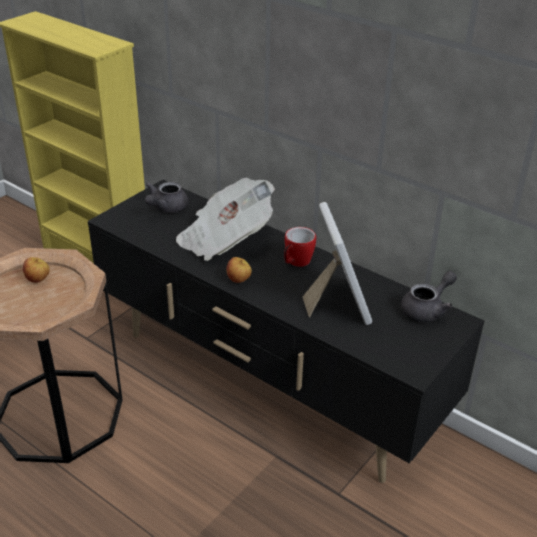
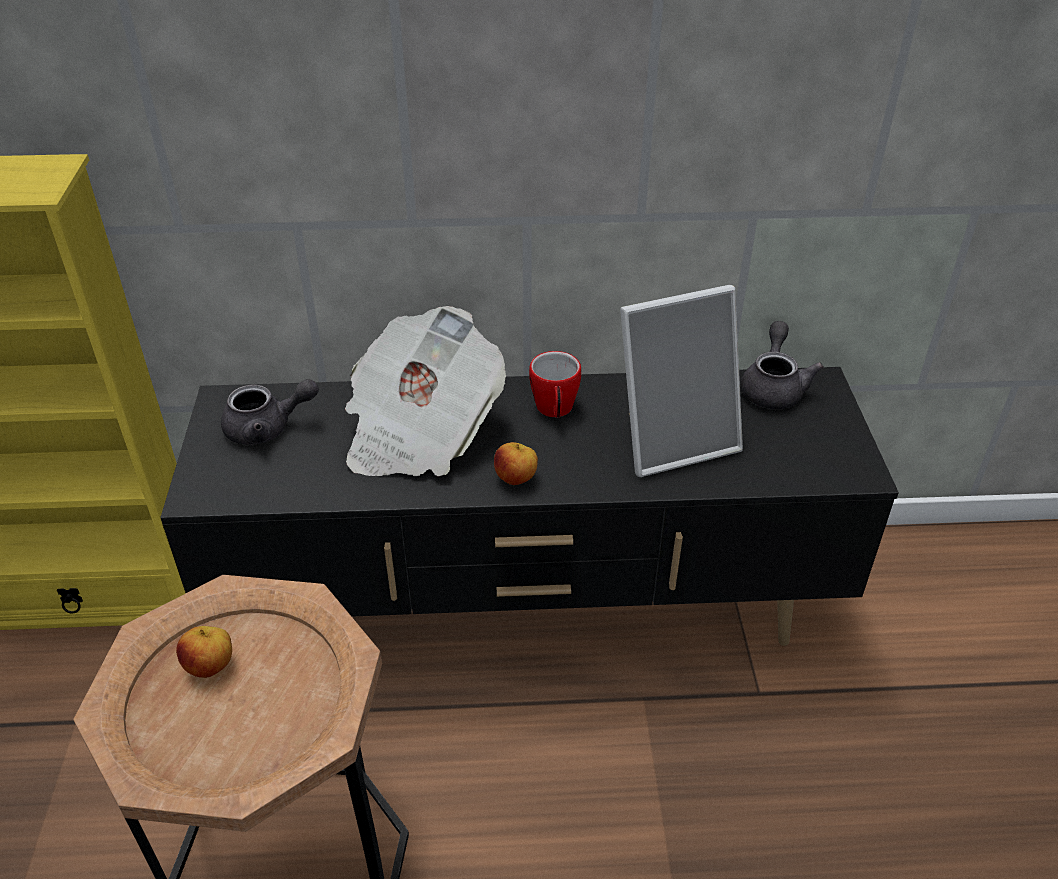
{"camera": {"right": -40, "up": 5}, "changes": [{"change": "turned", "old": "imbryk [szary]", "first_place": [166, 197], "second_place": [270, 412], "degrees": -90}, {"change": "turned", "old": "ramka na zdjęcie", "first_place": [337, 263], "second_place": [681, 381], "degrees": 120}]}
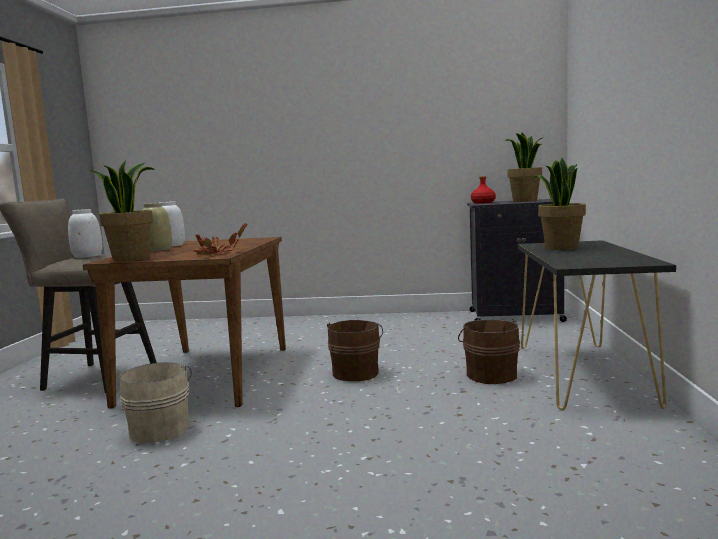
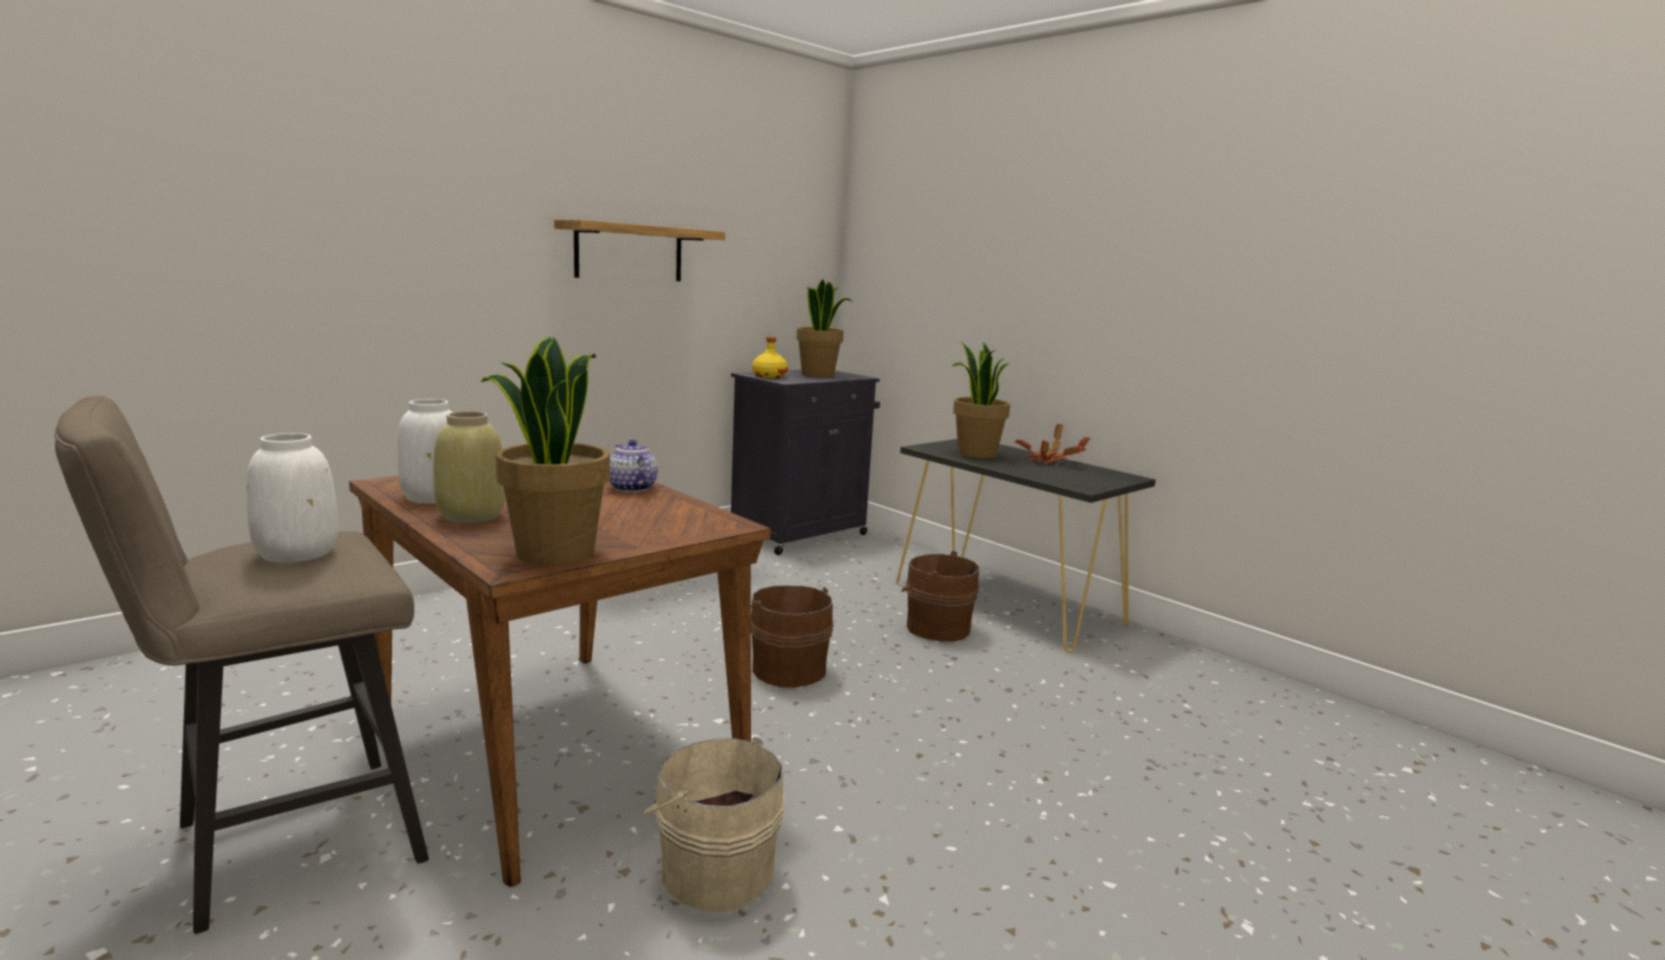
{"camera": {"right": -50, "up": 5}, "changes": [{"change": "added", "new": "półka", "second_place": [639, 250]}, {"change": "added", "new": "imbryk", "second_place": [633, 466]}, {"change": "moved", "old": "roślina doniczkowa", "first_place": [220, 239], "second_place": [1052, 444]}, {"change": "recoloured", "old": "butelka [czerwony]", "new": "butelka [żółty]", "first_place": [483, 190], "second_place": [770, 357]}]}
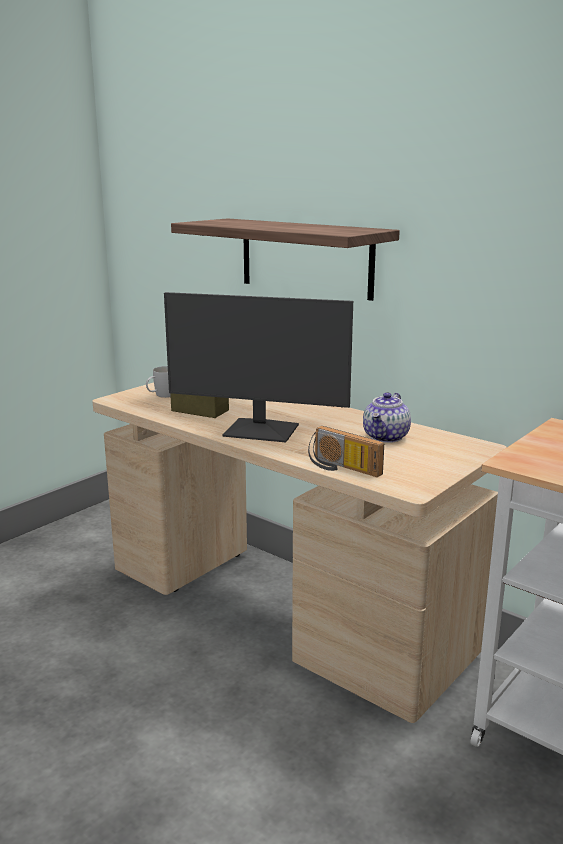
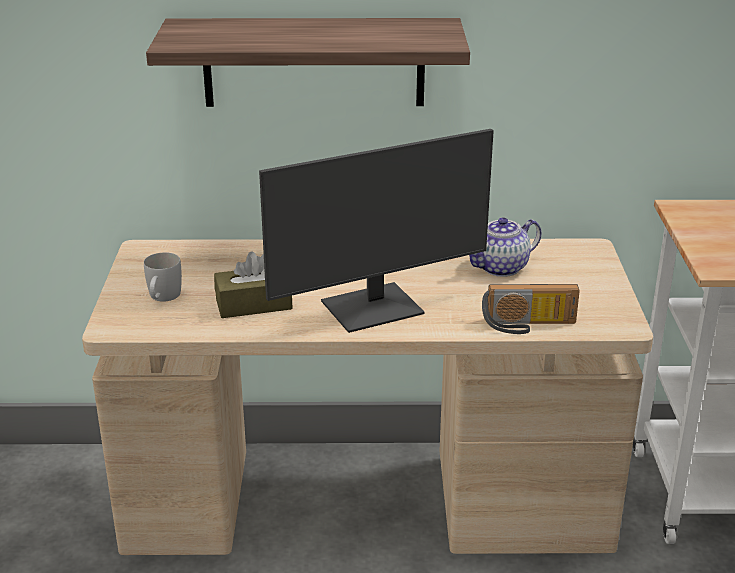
{"camera": {"right": -40, "up": 10}, "changes": [{"change": "turned", "old": "imbryk", "first_place": [387, 417], "second_place": [505, 247], "degrees": 75}]}
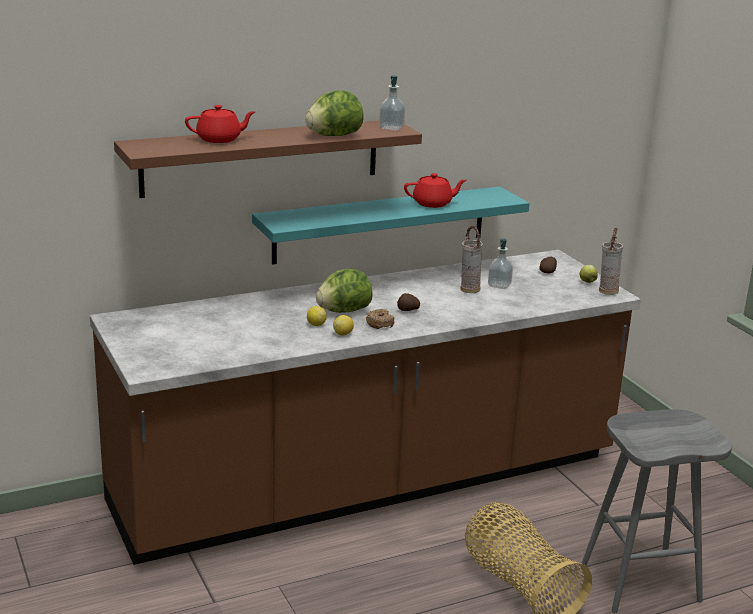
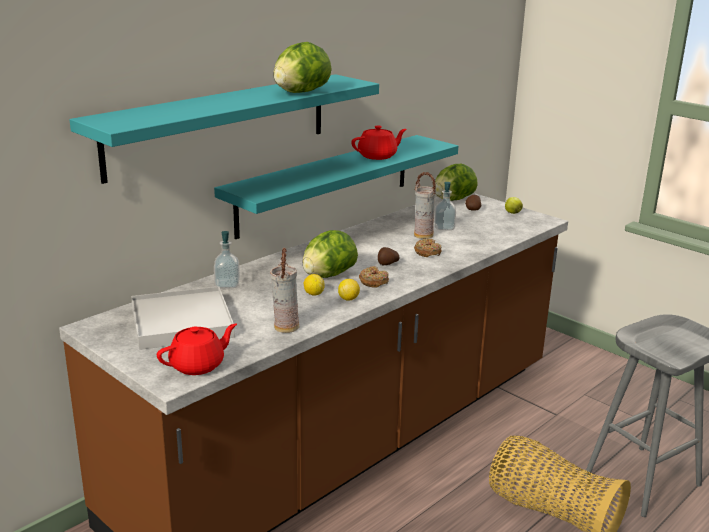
{"camera": {"right": -20, "up": 0}, "changes": [{"change": "added", "new": "taca [biały]", "second_place": [183, 318]}, {"change": "added", "new": "donut", "second_place": [427, 248]}, {"change": "added", "new": "sałata", "second_place": [456, 182]}, {"change": "moved", "old": "imbryk [czerwony]", "first_place": [220, 124], "second_place": [197, 349]}, {"change": "moved", "old": "dozownik mydła", "first_place": [392, 103], "second_place": [227, 259]}, {"change": "moved", "old": "wazon", "first_place": [611, 261], "second_place": [284, 290]}, {"change": "recoloured", "old": "półka [brązowy]", "new": "półka [turkusowy]", "first_place": [268, 159], "second_place": [224, 129]}]}
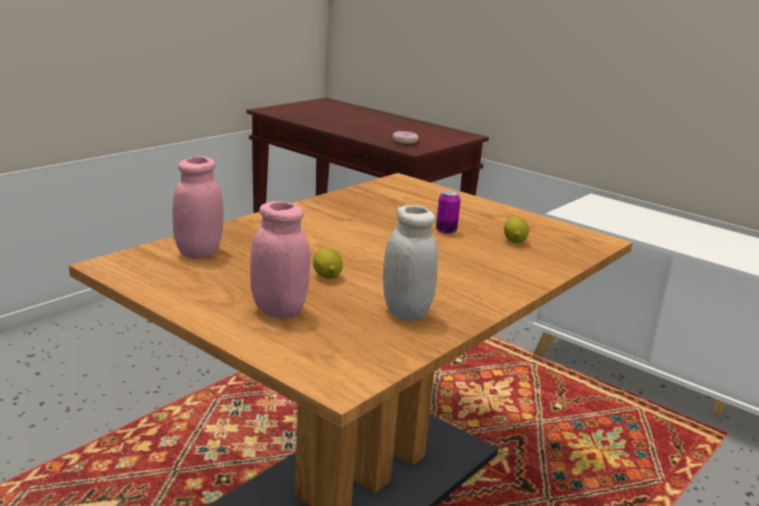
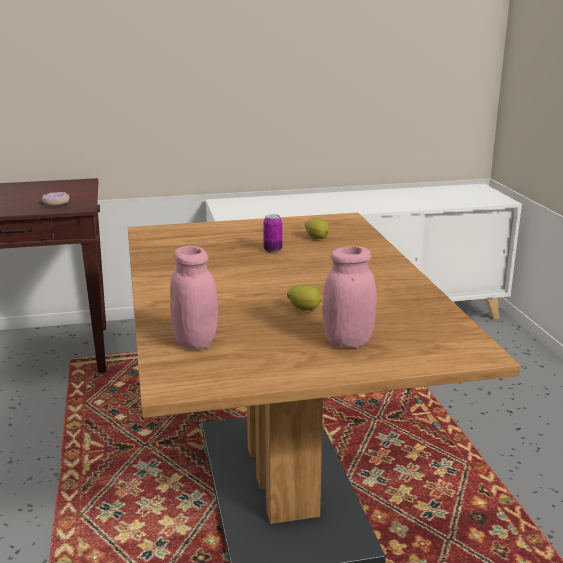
{"camera": {"right": -50, "up": 0}, "changes": [{"change": "removed", "old": "słoik [biały]", "first_place": [410, 263]}]}
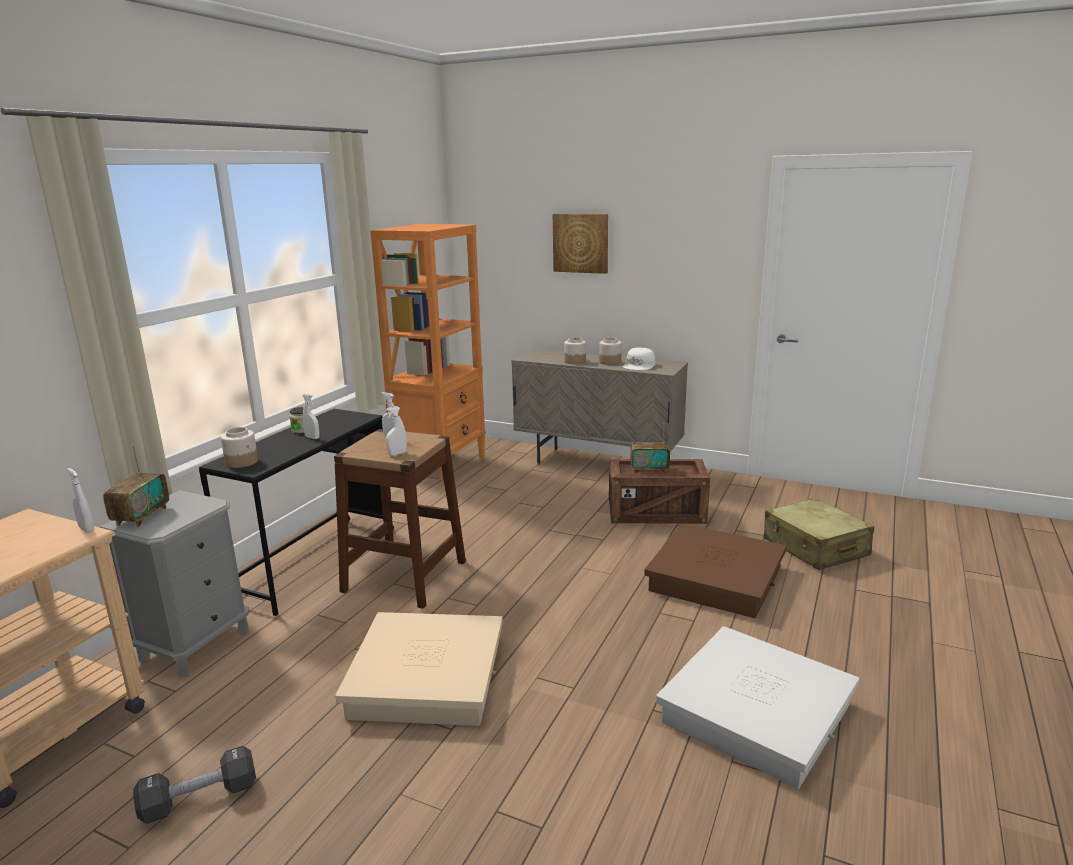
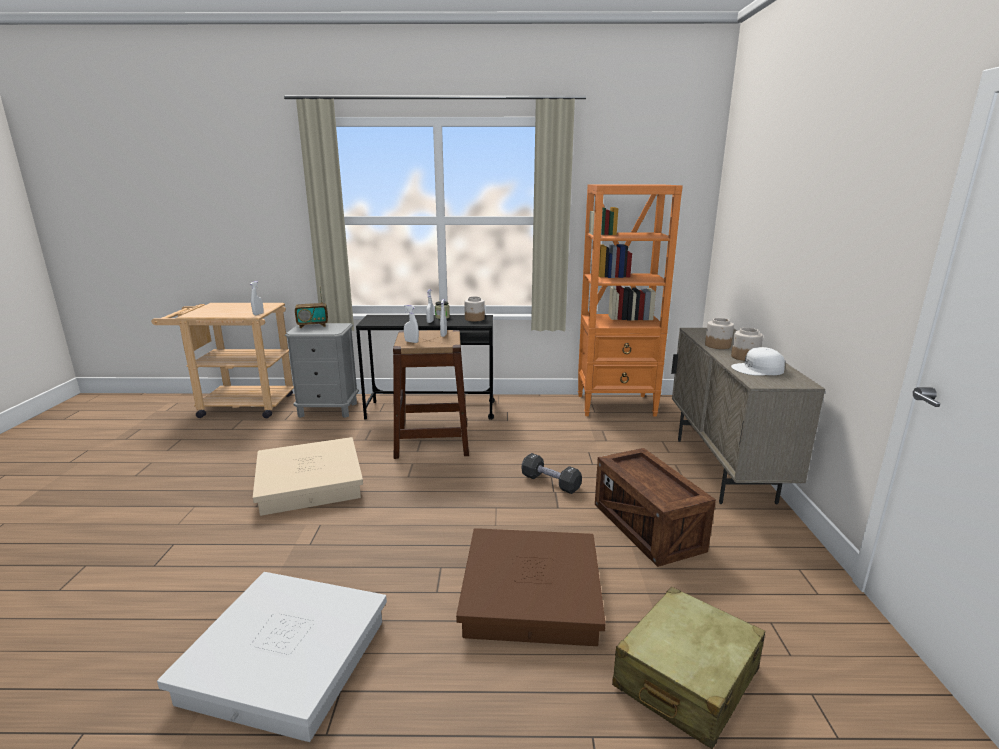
{"camera": {"right": 65, "up": 0}, "changes": [{"change": "removed", "old": "obraz", "first_place": [580, 244]}, {"change": "removed", "old": "radio", "first_place": [650, 448]}, {"change": "moved", "old": "hantel [czarny]", "first_place": [194, 785], "second_place": [552, 473]}, {"change": "moved", "old": "słoik", "first_place": [239, 447], "second_place": [474, 309]}]}
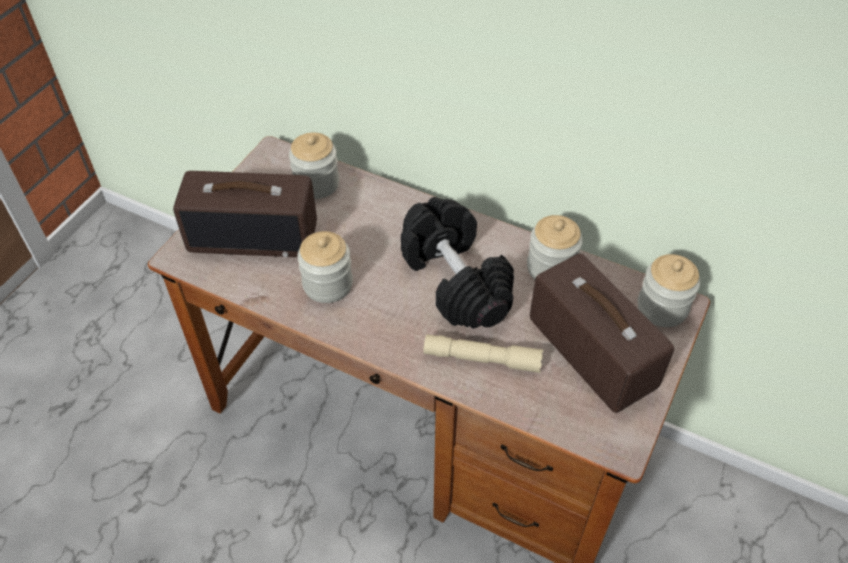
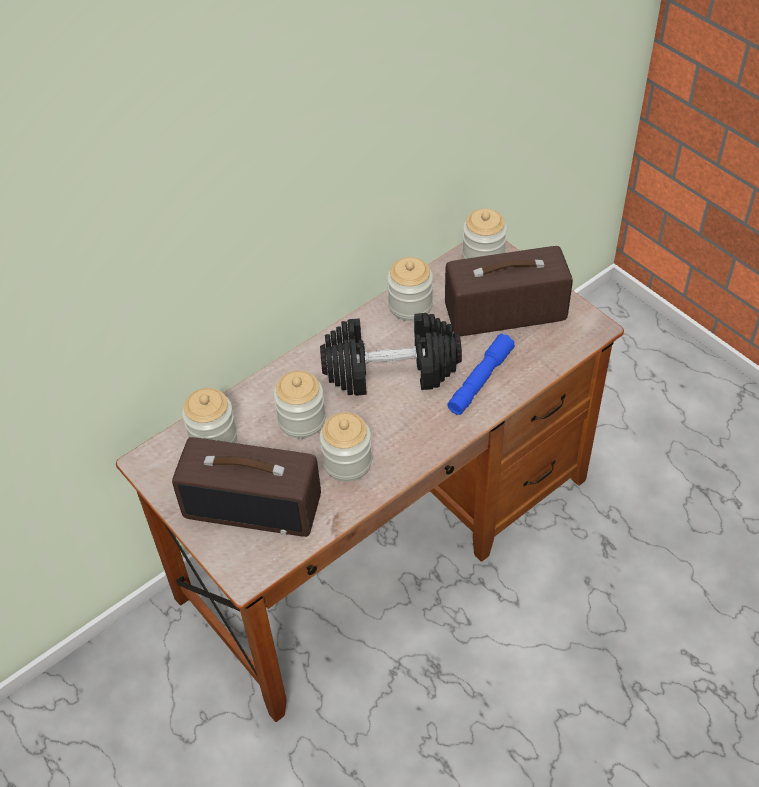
{"camera": {"right": -65, "up": 0}, "changes": [{"change": "added", "new": "słoik", "second_place": [300, 404]}, {"change": "recoloured", "old": "latarka [beżowy]", "new": "latarka [niebieski]", "first_place": [483, 353], "second_place": [481, 374]}, {"change": "turned", "old": "radio", "first_place": [245, 214], "second_place": [246, 487], "degrees": 75}]}
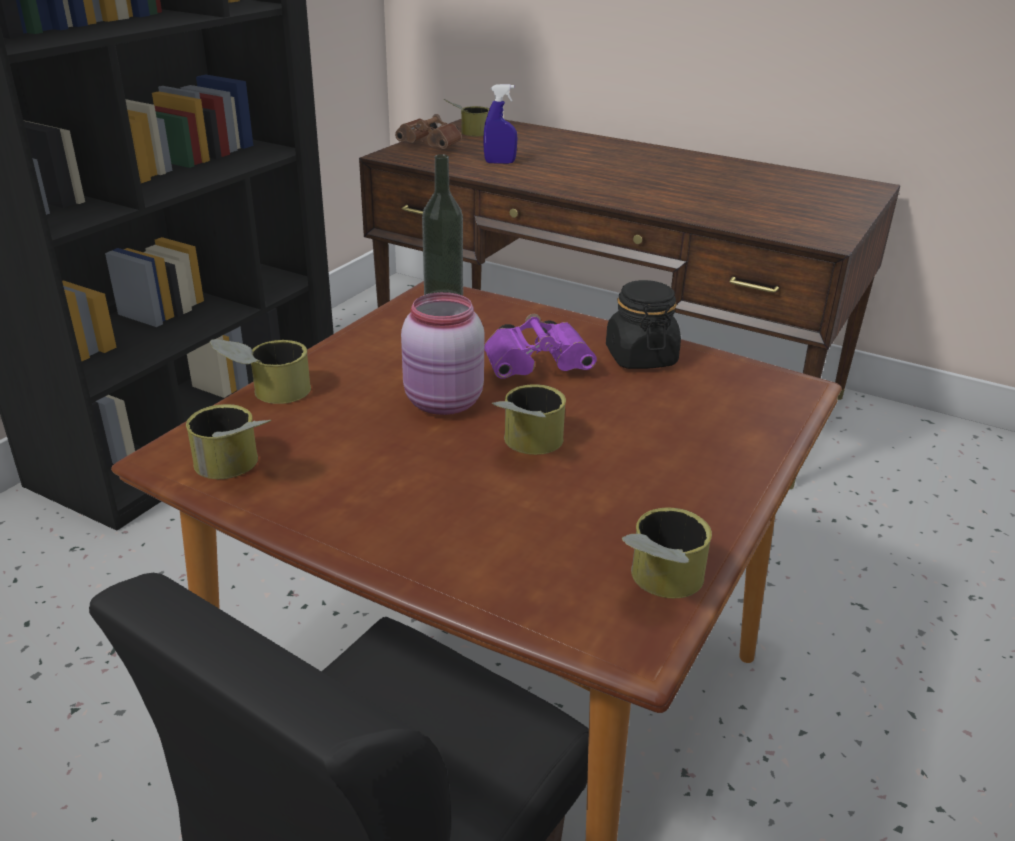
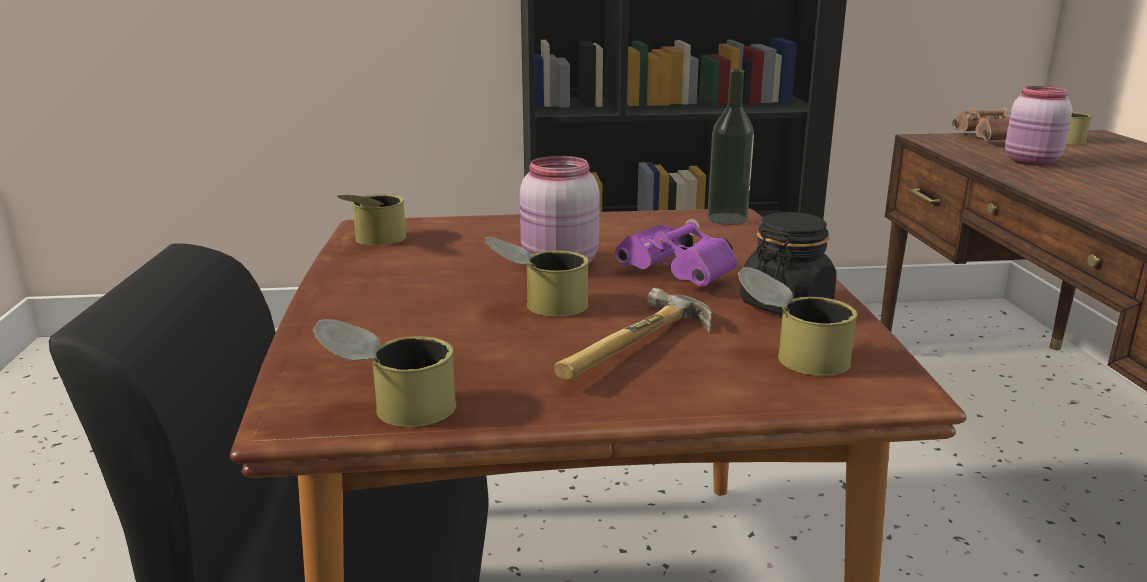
{"camera": {"right": 55, "up": -10}, "changes": [{"change": "added", "new": "młotek", "second_place": [633, 334]}, {"change": "moved", "old": "puszka", "first_place": [260, 371], "second_place": [797, 321]}, {"change": "replaced", "old": "spryskiwacz [niebieski]", "new": "słoik [różowy]", "first_place": [500, 124], "second_place": [1038, 126]}]}
